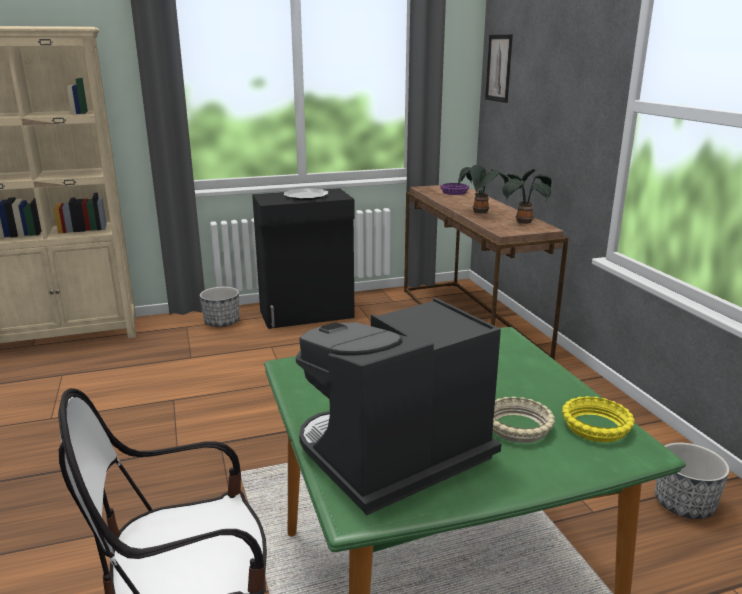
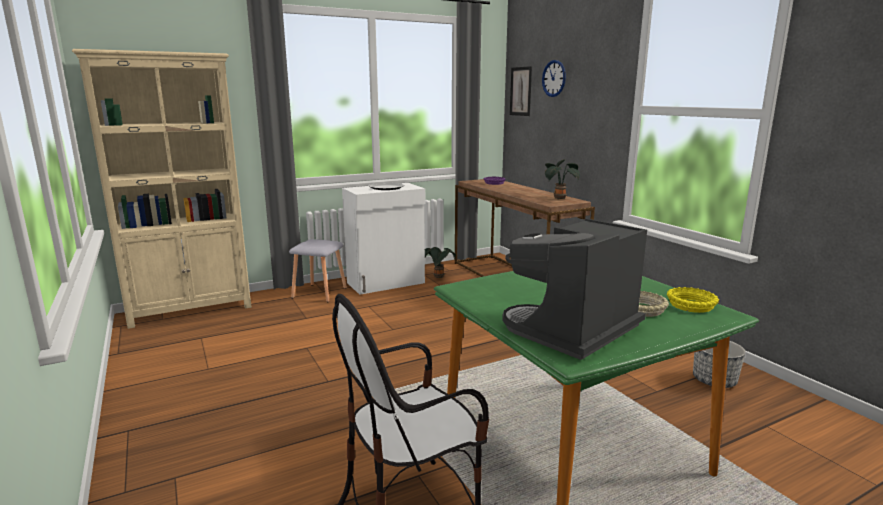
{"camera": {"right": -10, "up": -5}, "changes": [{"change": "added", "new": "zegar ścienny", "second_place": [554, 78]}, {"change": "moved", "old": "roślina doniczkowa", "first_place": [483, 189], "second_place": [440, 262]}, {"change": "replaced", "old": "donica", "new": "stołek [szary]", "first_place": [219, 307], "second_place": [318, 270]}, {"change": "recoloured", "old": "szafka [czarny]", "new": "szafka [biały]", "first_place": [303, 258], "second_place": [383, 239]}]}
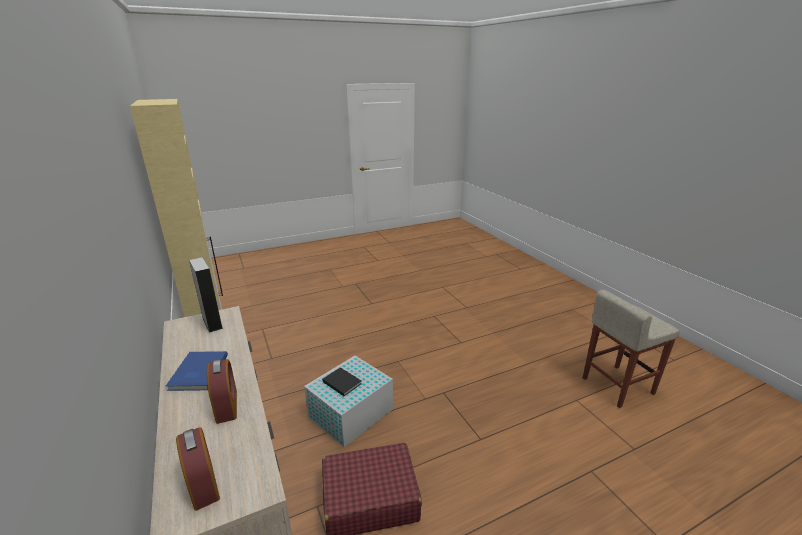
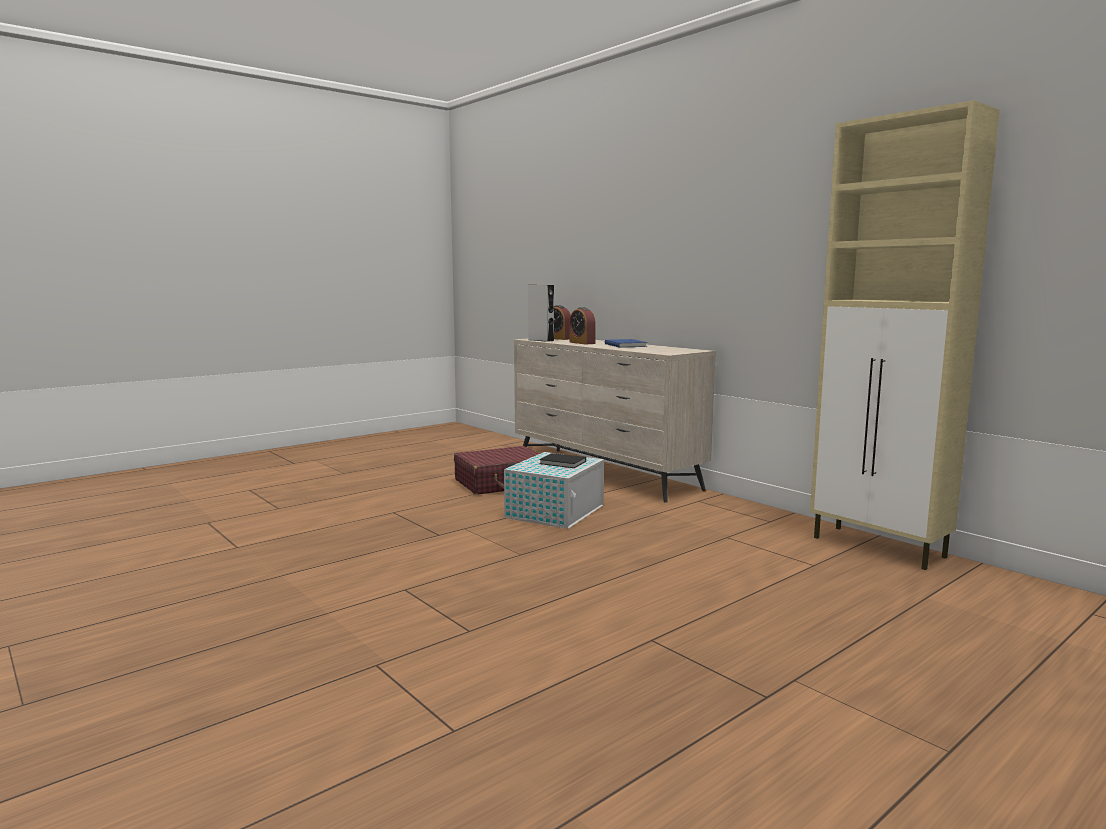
{"camera": {"right": 165, "up": -15}, "changes": [{"change": "removed", "old": "stołek [beżowy]", "first_place": [631, 348]}, {"change": "moved", "old": "głośnik [szary]", "first_place": [206, 295], "second_place": [541, 313]}]}
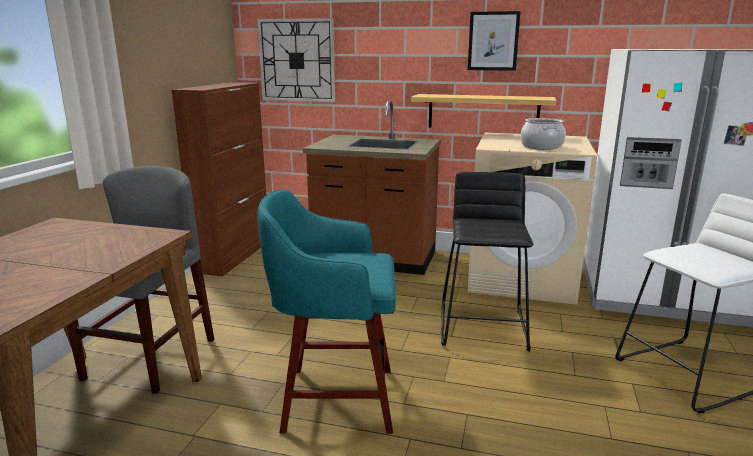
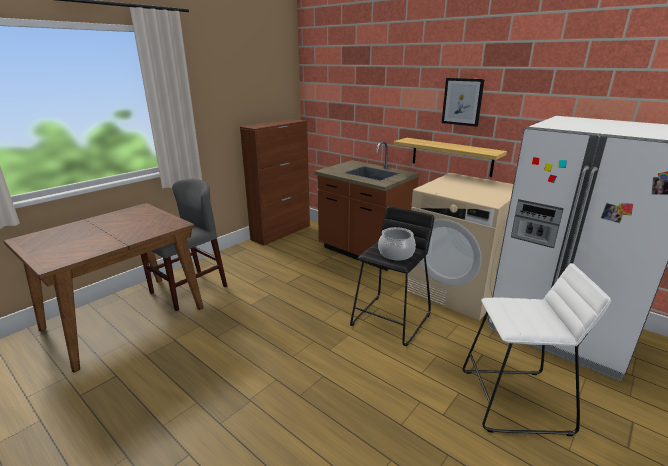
{"camera": {"right": 25, "up": 5}, "changes": [{"change": "removed", "old": "zegar ścienny", "first_place": [296, 60]}, {"change": "removed", "old": "stołek [turkusowy]", "first_place": [326, 311]}, {"change": "moved", "old": "garnek", "first_place": [543, 134], "second_place": [397, 244]}]}
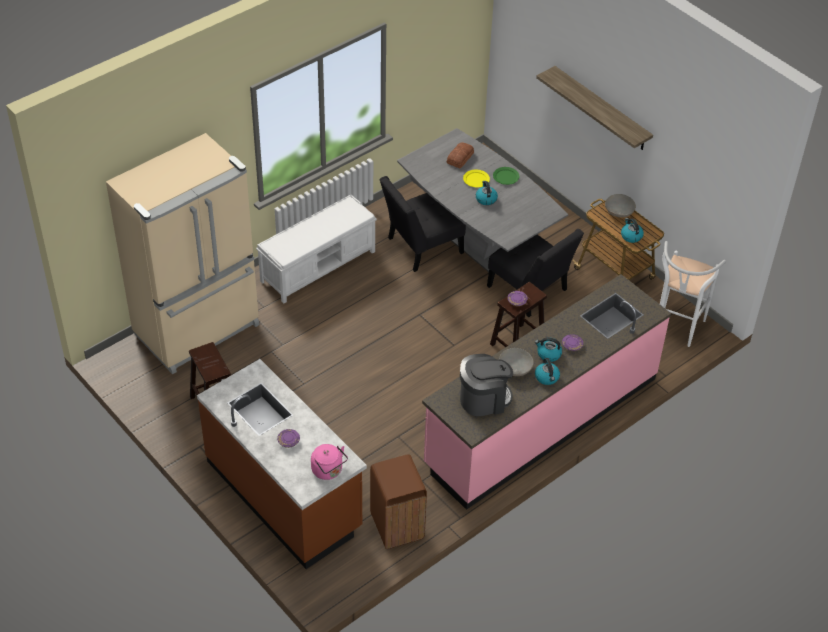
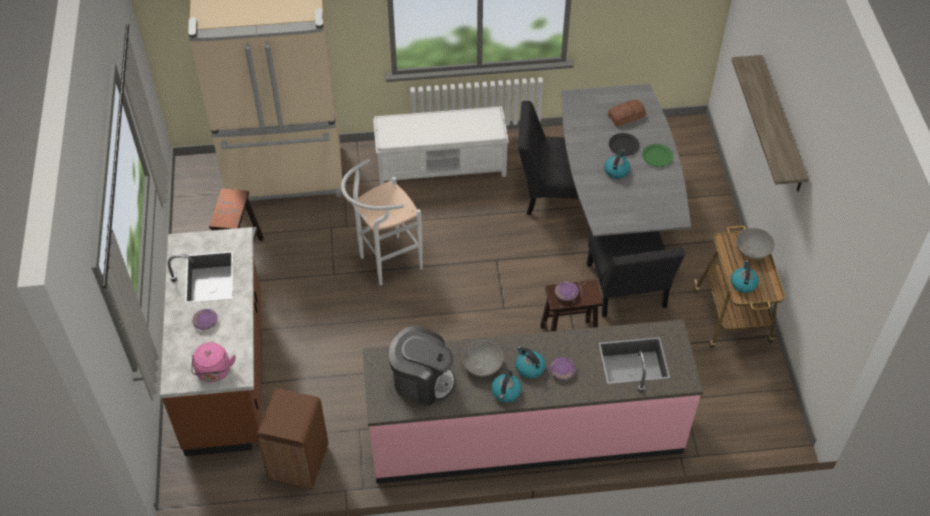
{"camera": {"right": 35, "up": 5}, "changes": [{"change": "moved", "old": "stołek [biały]", "first_place": [693, 294], "second_place": [382, 222]}, {"change": "recoloured", "old": "talerz [żółty]", "new": "talerz [czarny]", "first_place": [476, 178], "second_place": [624, 144]}]}
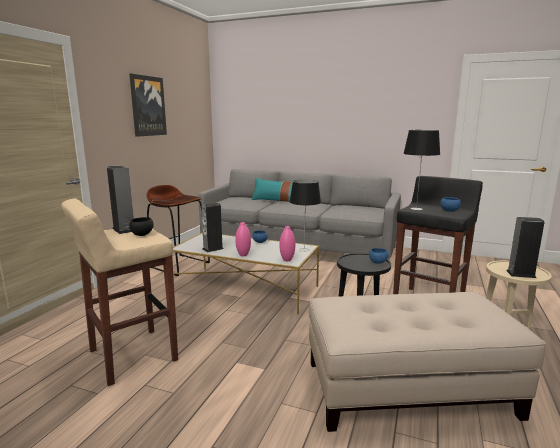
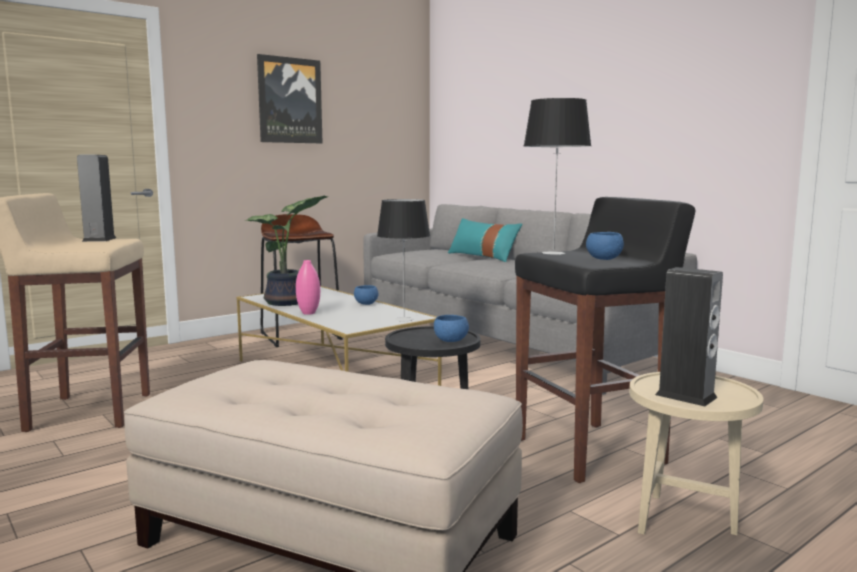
{"camera": {"right": 30, "up": -5}, "changes": [{"change": "removed", "old": "miska [czarny]", "first_place": [141, 226]}, {"change": "removed", "old": "wazon [różowy]", "first_place": [287, 243]}, {"change": "replaced", "old": "głośnik", "new": "roślina doniczkowa", "first_place": [212, 227], "second_place": [286, 251]}]}
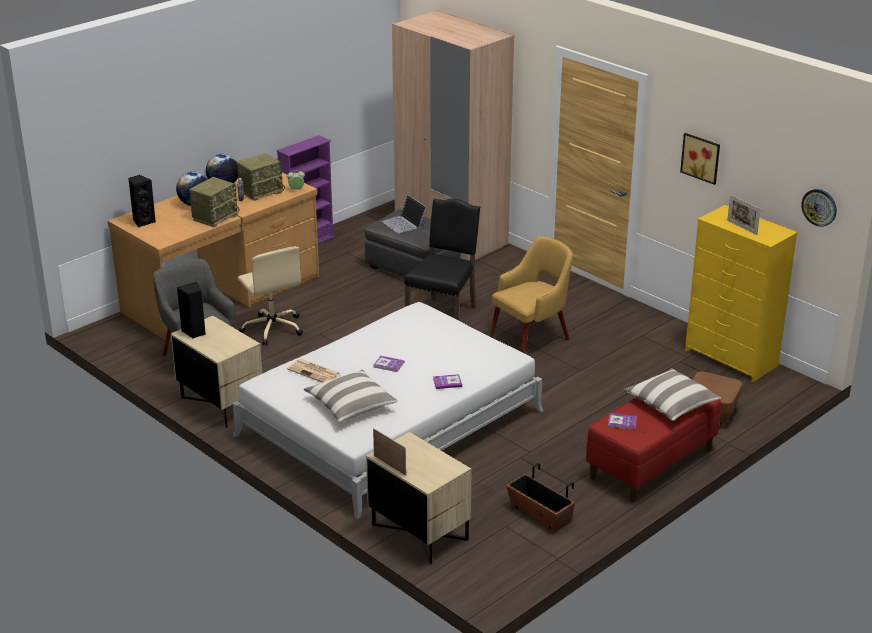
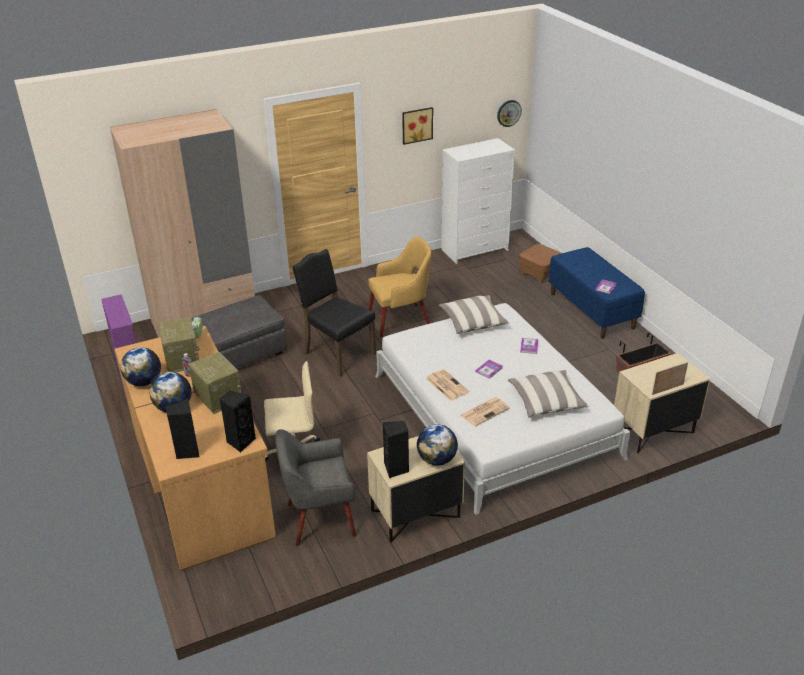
{"camera": {"right": -70, "up": 5}, "changes": [{"change": "removed", "old": "laptop", "first_place": [403, 214]}, {"change": "removed", "old": "ramka na zdjęcie", "first_place": [744, 215]}, {"change": "added", "new": "głośnik [czarny]", "second_place": [238, 421]}, {"change": "added", "new": "globus", "second_place": [437, 445]}, {"change": "added", "new": "gazeta", "second_place": [448, 385]}, {"change": "moved", "old": "poduszka", "first_place": [672, 394], "second_place": [474, 314]}, {"change": "recoloured", "old": "ławka [czerwony]", "new": "ławka [niebieski]", "first_place": [653, 449], "second_place": [596, 293]}, {"change": "recoloured", "old": "komoda [żółty]", "new": "komoda [biały]", "first_place": [741, 293], "second_place": [478, 201]}, {"change": "turned", "old": "fotel [żółty]", "first_place": [531, 294], "second_place": [399, 287], "degrees": 90}]}
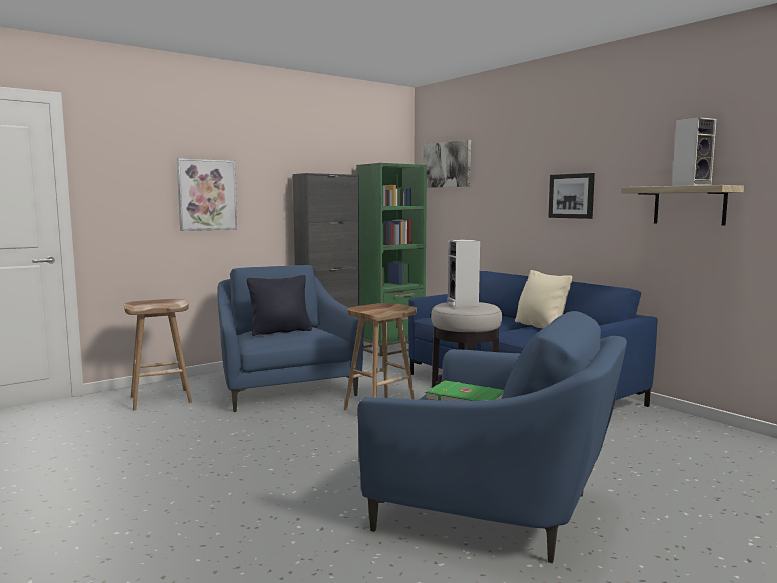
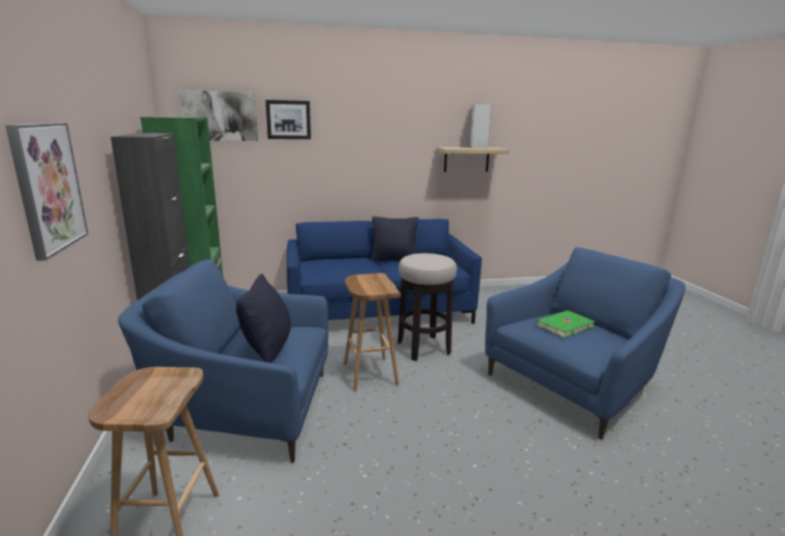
{"camera": {"right": -65, "up": 10}, "changes": [{"change": "removed", "old": "głośnik", "first_place": [464, 273]}, {"change": "moved", "old": "obraz", "first_place": [571, 196], "second_place": [288, 119]}, {"change": "recoloured", "old": "poduszka [beżowy]", "new": "poduszka [czarny]", "first_place": [543, 299], "second_place": [395, 238]}]}
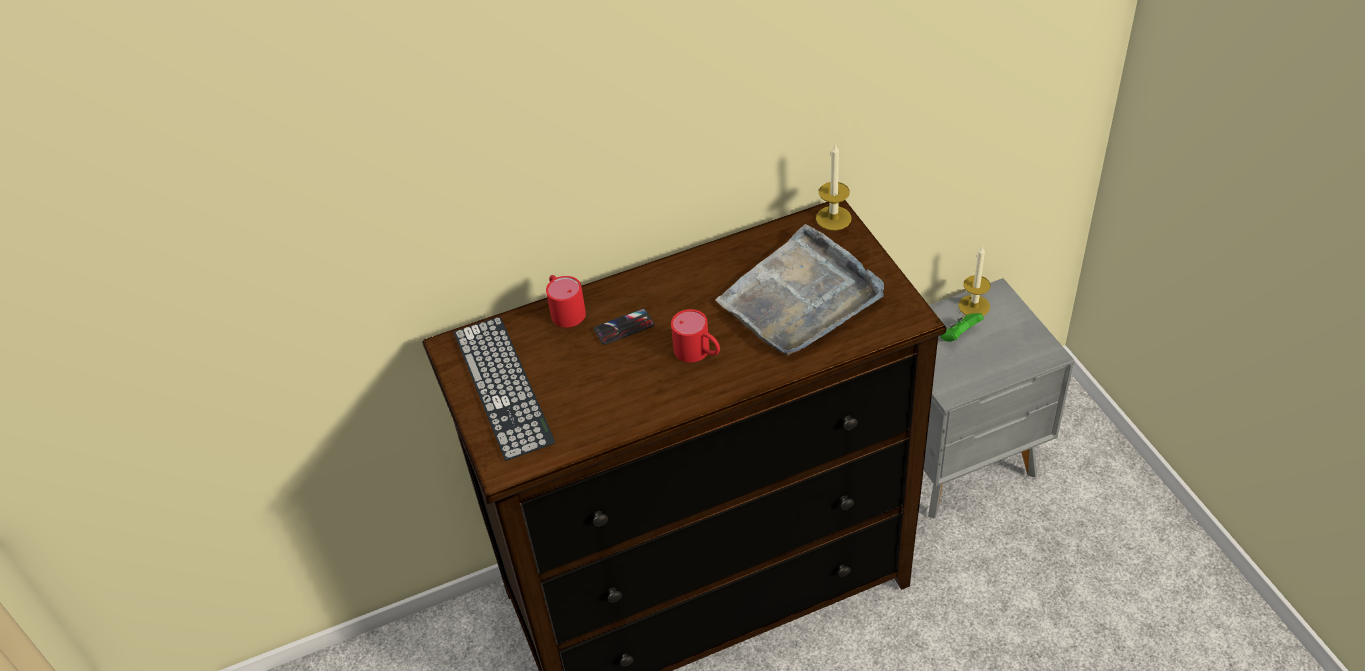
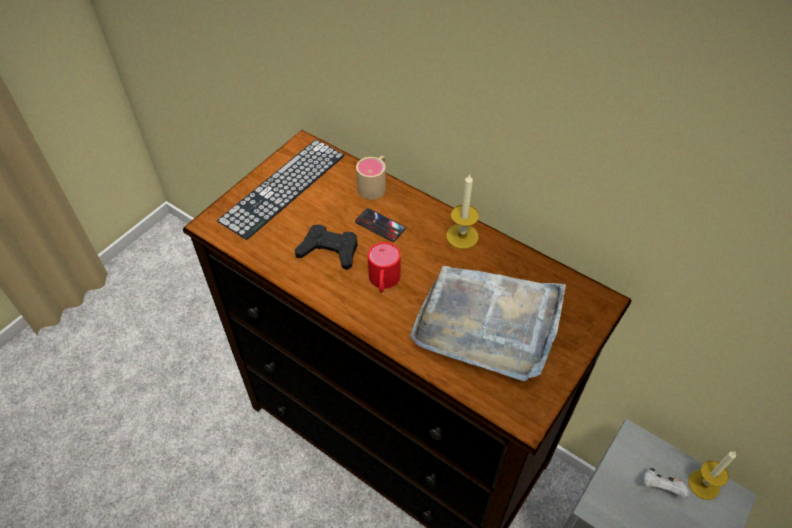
{"camera": {"right": 55, "up": 5}, "changes": [{"change": "added", "new": "pad do gier [czarny]", "second_place": [326, 247]}, {"change": "moved", "old": "świeca", "first_place": [834, 187], "second_place": [462, 211]}, {"change": "recoloured", "old": "kubek [czerwony]", "new": "kubek [beżowy]", "first_place": [566, 301], "second_place": [371, 178]}, {"change": "recoloured", "old": "pad do gier [zielony]", "new": "pad do gier [biały]", "first_place": [962, 327], "second_place": [666, 483]}]}
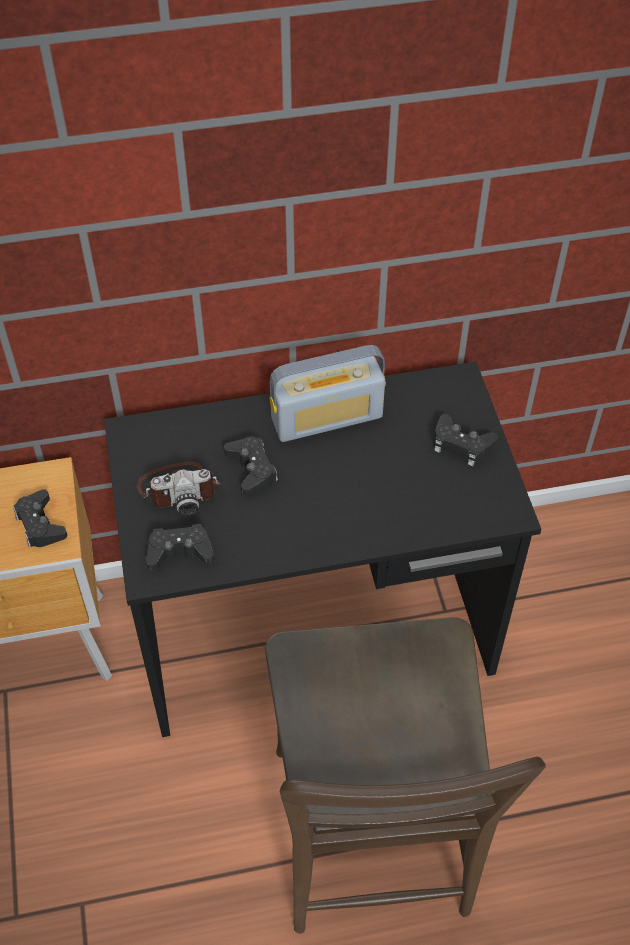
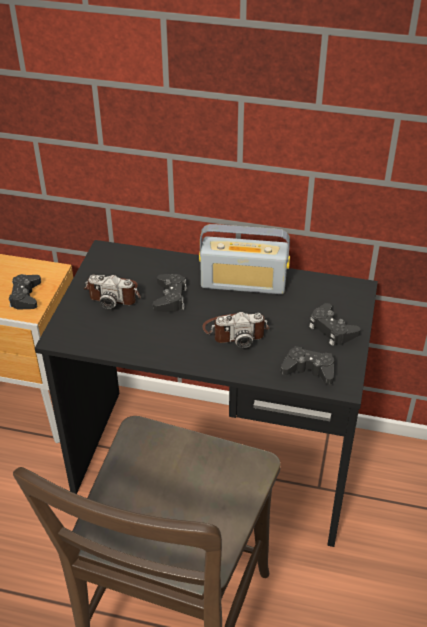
{"camera": {"right": 25, "up": -10}, "changes": [{"change": "added", "new": "aparat fotograficzny", "second_place": [235, 330]}, {"change": "moved", "old": "pad do gier [czarny]", "first_place": [180, 547], "second_place": [307, 365]}]}
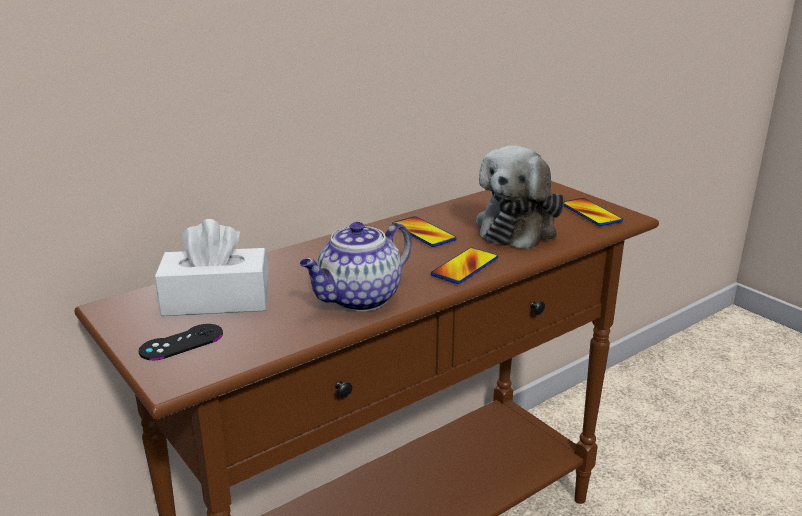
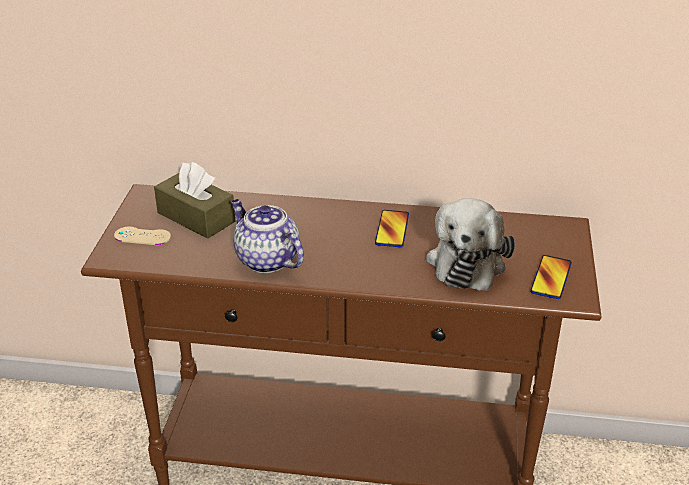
{"camera": {"right": 45, "up": 10}, "changes": [{"change": "removed", "old": "telefon", "first_place": [464, 266]}, {"change": "recoloured", "old": "pad do gier [czarny]", "new": "pad do gier [beżowy]", "first_place": [181, 342], "second_place": [142, 236]}, {"change": "recoloured", "old": "pudełko chusteczek [biały]", "new": "pudełko chusteczek [brązowy]", "first_place": [211, 267], "second_place": [194, 200]}, {"change": "turned", "old": "imbryk", "first_place": [356, 266], "second_place": [267, 236], "degrees": 45}, {"change": "turned", "old": "pluszak", "first_place": [520, 197], "second_place": [470, 244], "degrees": -60}]}
